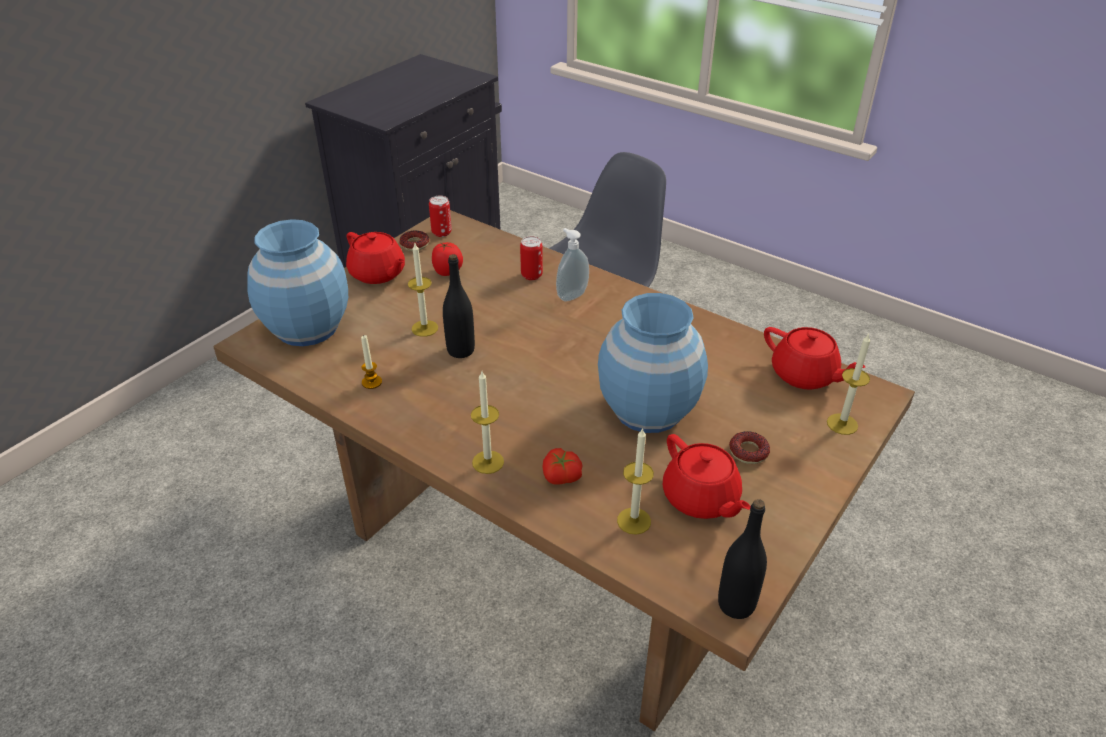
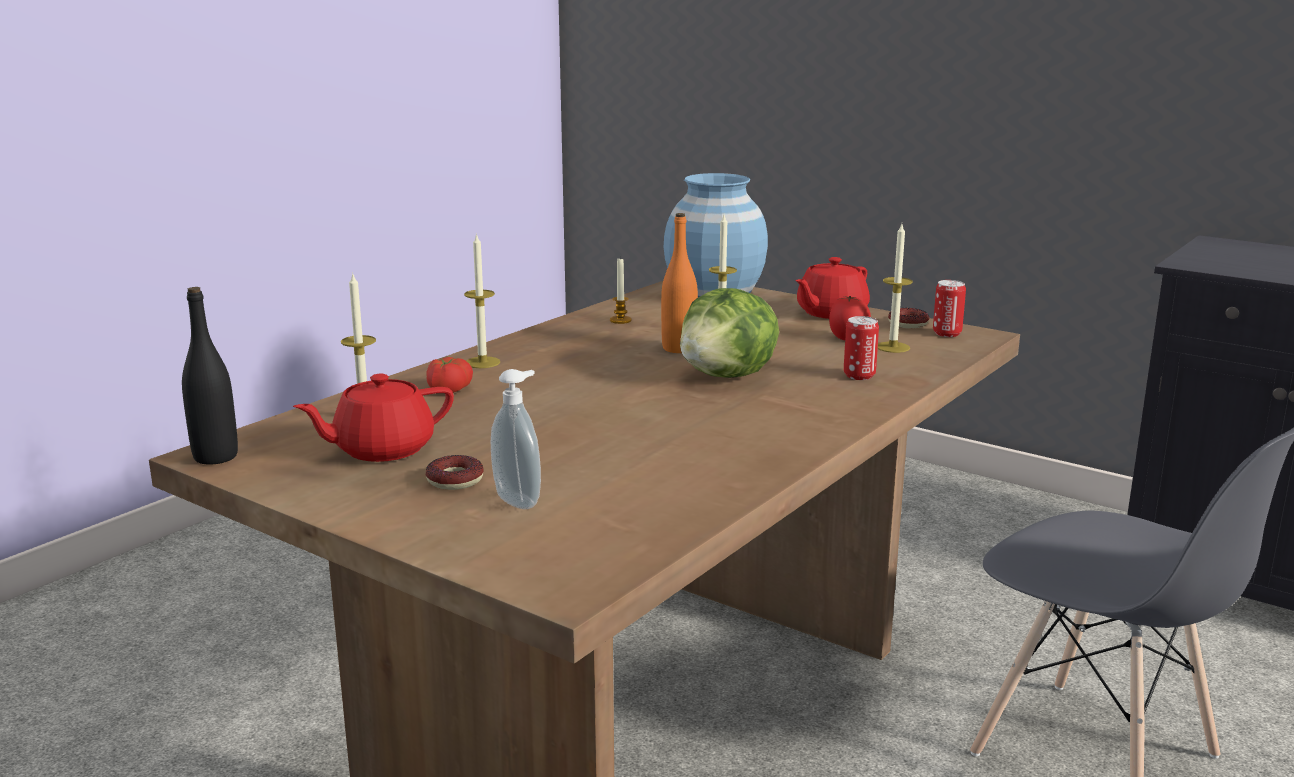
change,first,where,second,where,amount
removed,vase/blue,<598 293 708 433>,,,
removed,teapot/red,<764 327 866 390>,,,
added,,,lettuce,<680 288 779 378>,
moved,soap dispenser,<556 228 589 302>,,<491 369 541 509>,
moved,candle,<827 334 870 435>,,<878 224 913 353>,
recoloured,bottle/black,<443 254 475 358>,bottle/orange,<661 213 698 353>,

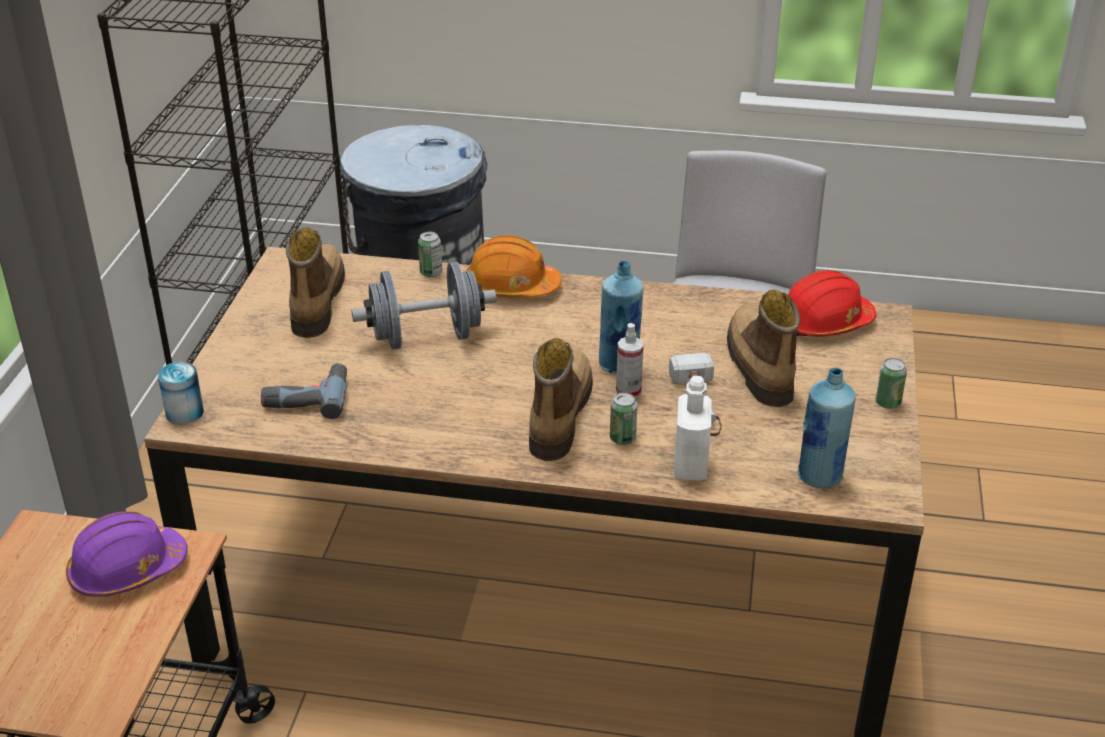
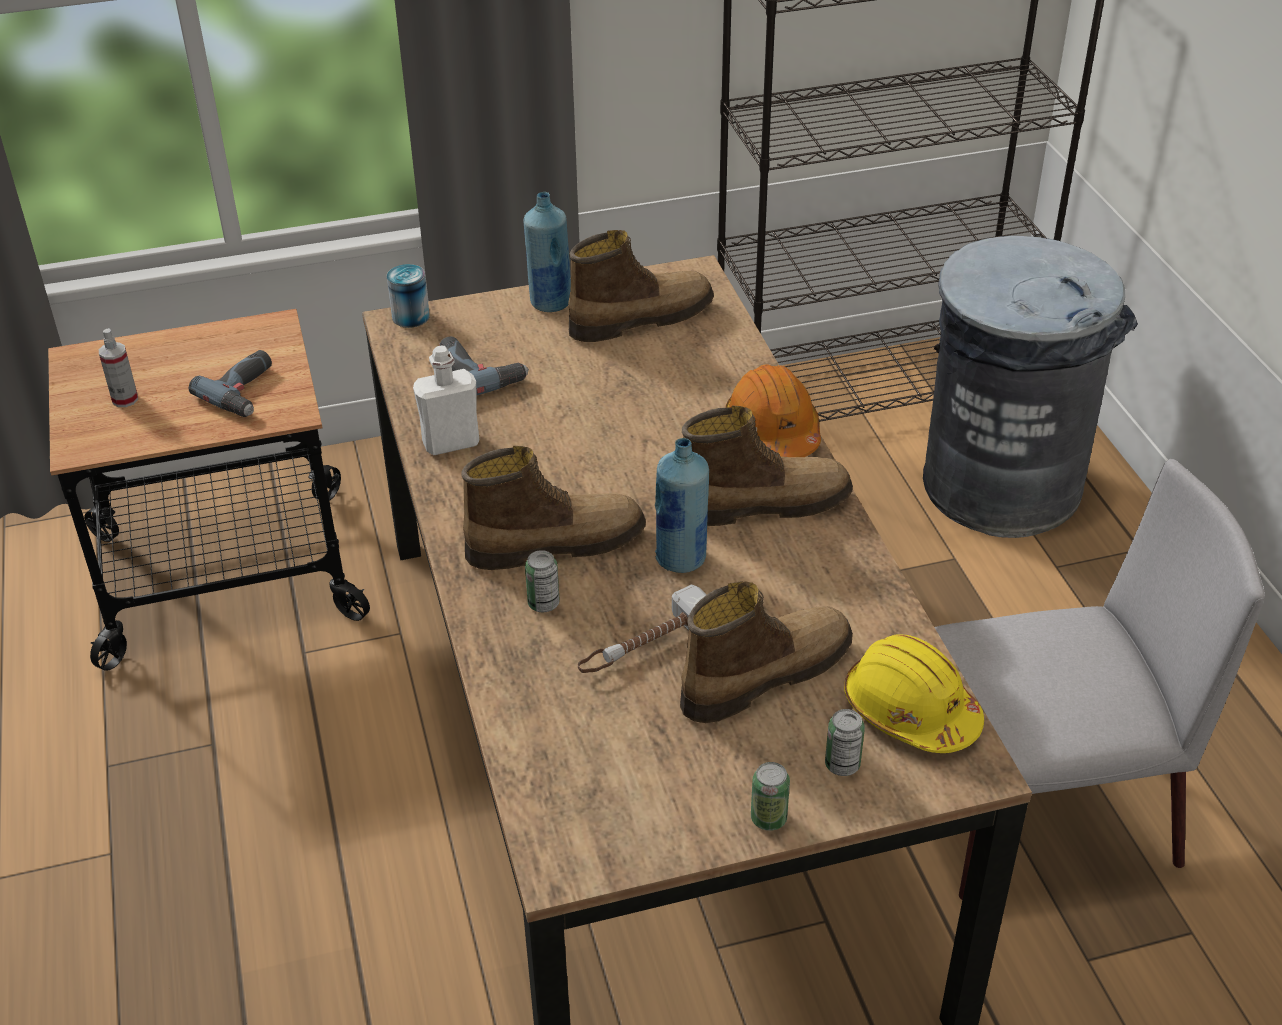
change,first,where,second,where,amount
removed,dumbbell/grey,<351 262 497 350>,,,
added,,,boot,<682 406 853 526>,
moved,can,<418 232 442 277>,,<825 709 865 776>,
moved,spray bottle,<616 323 644 398>,,<99 328 138 407>,
moved,bottle/white,<674 376 712 481>,,<413 345 479 455>,
moved,bottle/blue,<798 367 856 488>,,<524 192 571 312>,
replaced,hard hat/purple,<66 511 187 597>,power drill,<189 350 272 417>,
recoloured,hard hat/red,<788 270 876 336>,hard hat/yellow,<844 634 984 753>,

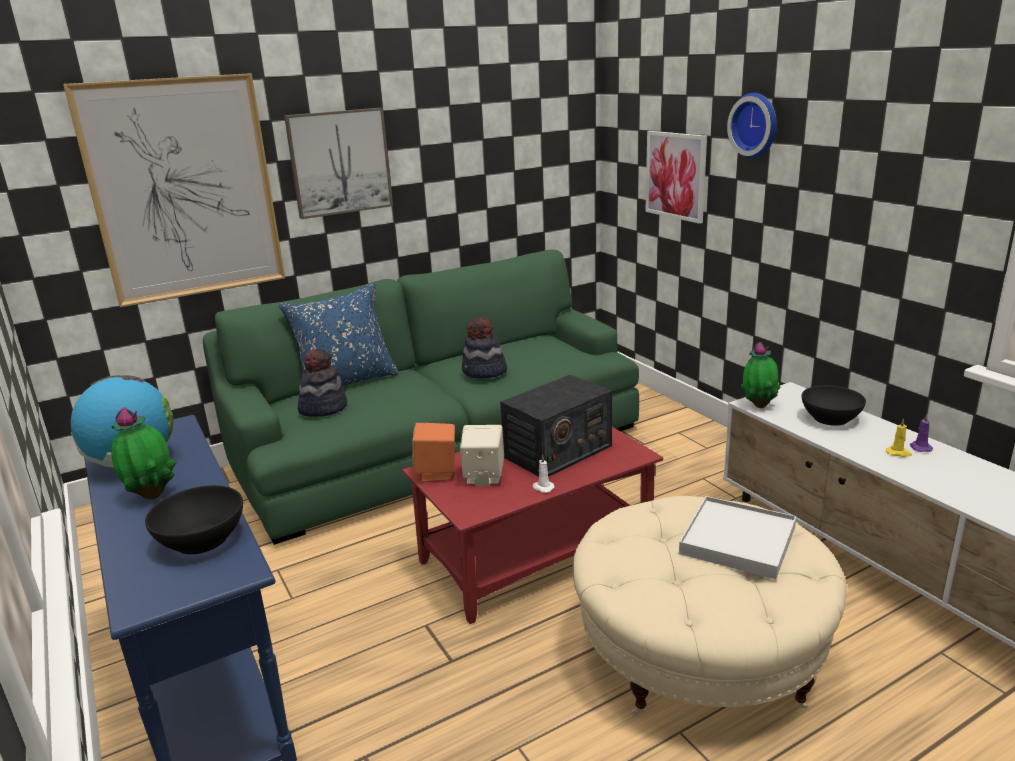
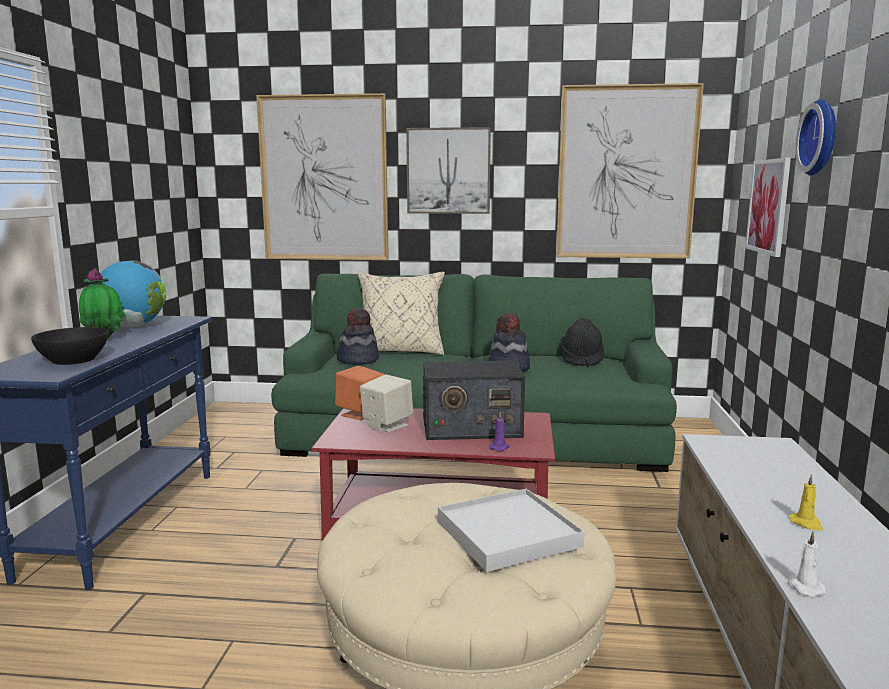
change,first,where,second,where,amount
removed,potted plant,<741 342 781 408>,,,
removed,bowl/black,<802 385 866 426>,,,
added,,,picture,<556 83 704 259>,
added,,,hat/black,<561 318 604 367>,
moved,candle/white,<533 454 555 493>,,<788 531 826 597>,
moved,candle/purple,<910 414 933 452>,,<489 412 510 451>,
recoloured,pillow/blue,<278 283 399 386>,pillow/beige,<358 272 445 355>,

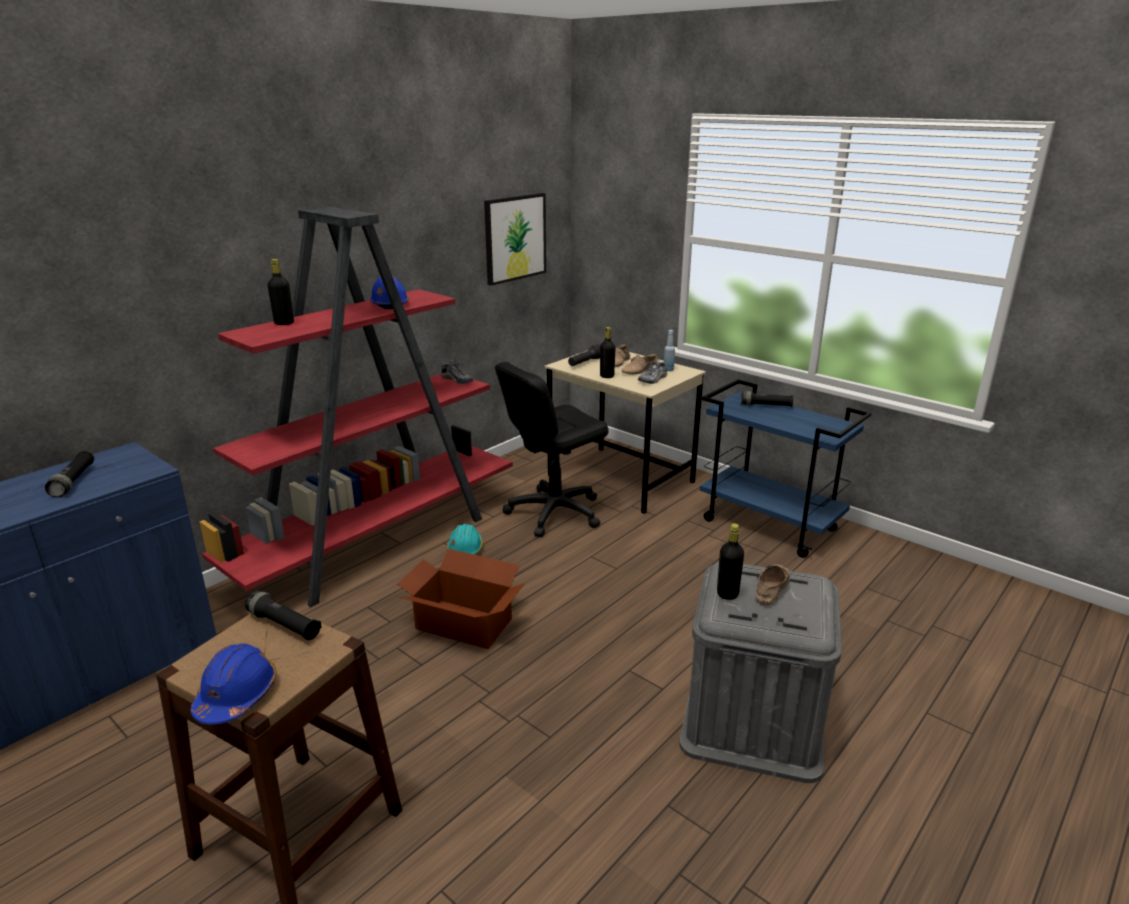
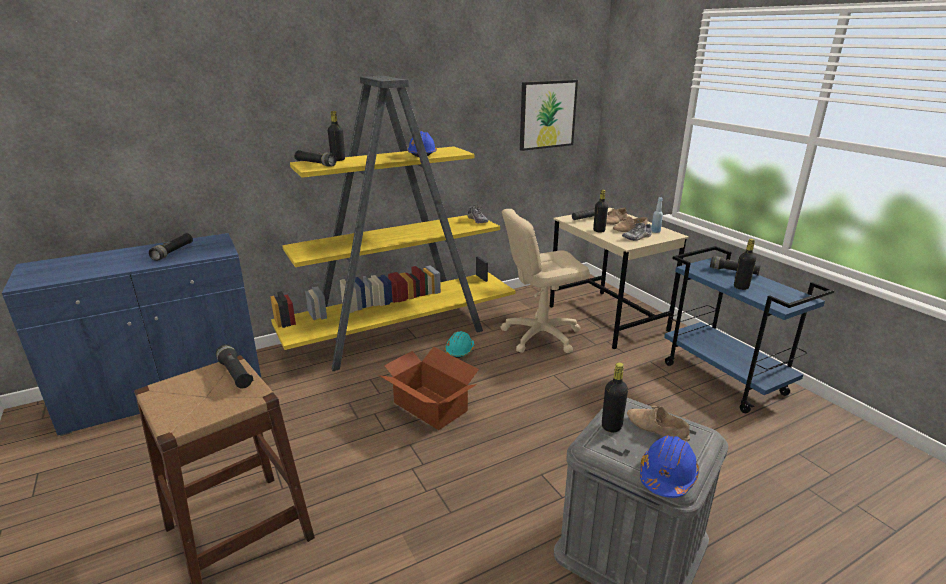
change,first,where,second,where,amount
added,,,flashlight/black,<294 150 337 167>,
added,,,bottle/black,<734 239 756 290>,
moved,hard hat/blue,<191 643 277 725>,,<640 435 699 498>,
recoloured,bookcase/red,<199 206 513 607>,bookcase/yellow,<270 76 516 371>,
recoloured,office chair/black,<495 362 609 537>,office chair/beige,<500 209 590 353>,
turned,shoe/beige,<755 564 790 605>,,<627 406 690 442>,90 degrees counterclockwise

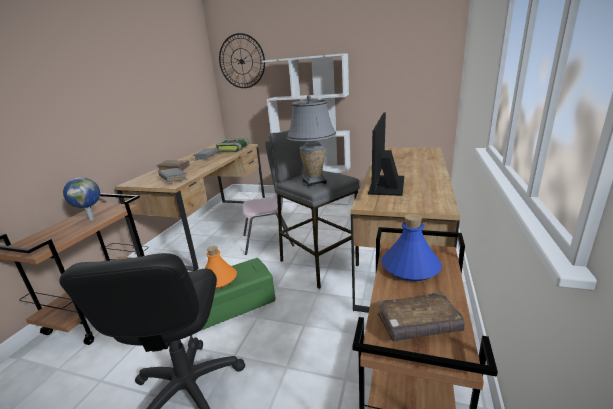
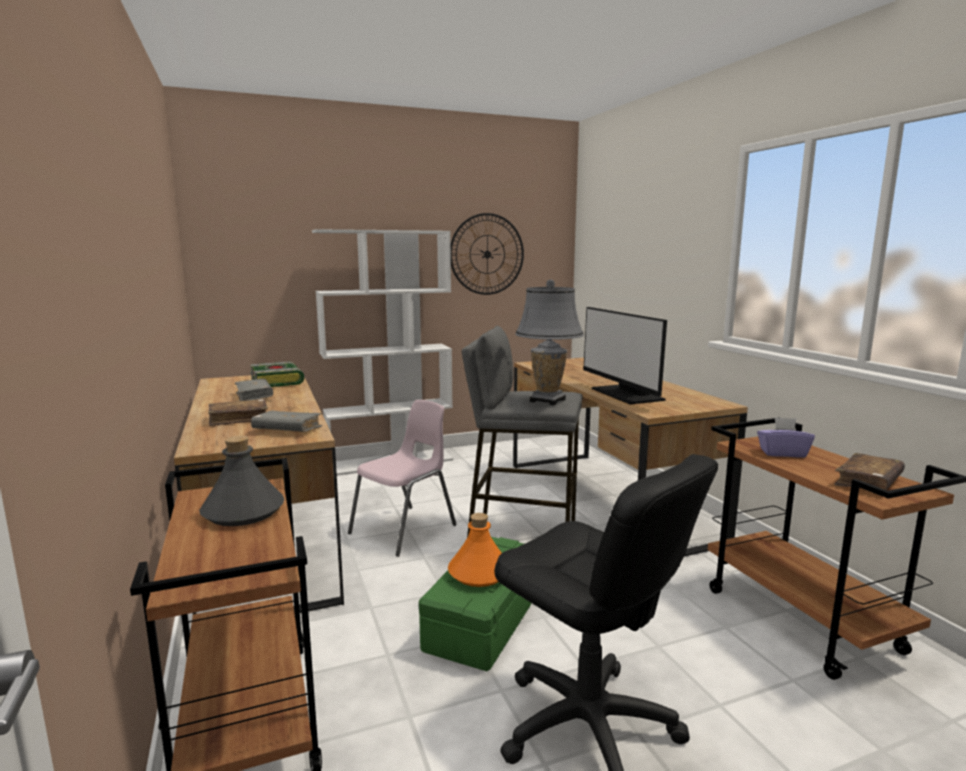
change,first,where,second,where,amount
moved,wall clock,<219 33 265 88>,,<451 213 524 295>,
replaced,globe,<63 177 100 220>,bottle/grey,<199 436 284 526>,
replaced,bottle/blue,<381 214 442 281>,tissue box/purple,<757 417 815 458>,

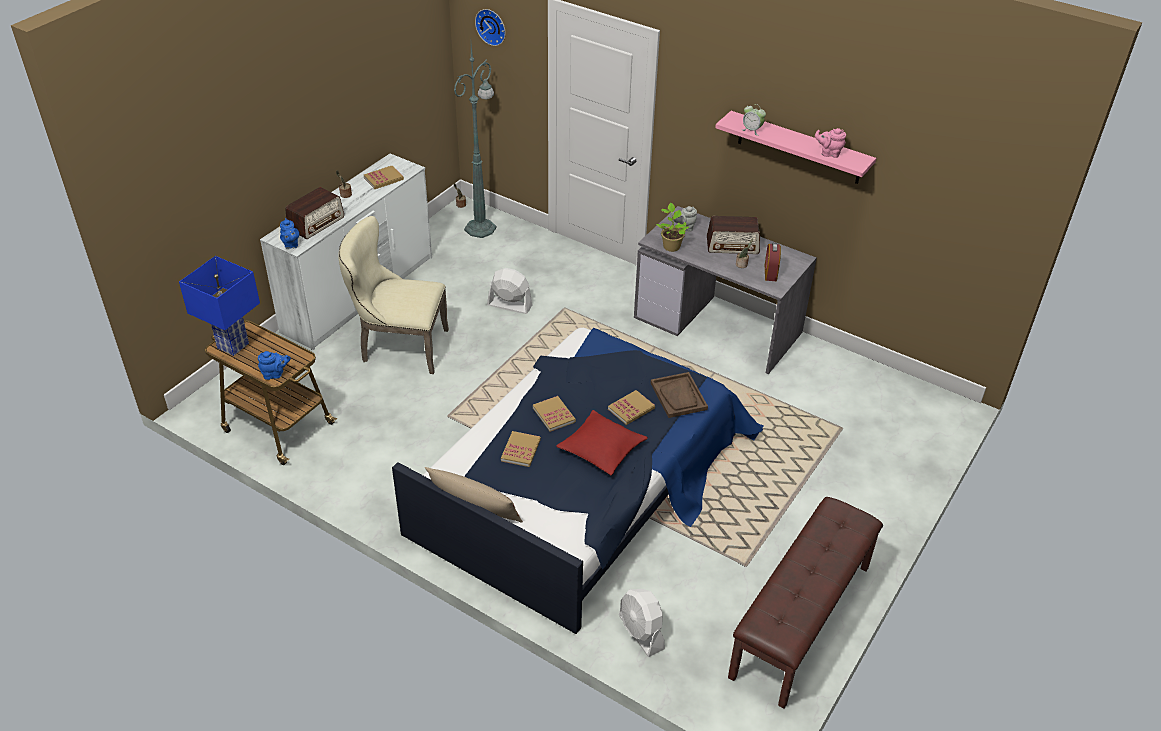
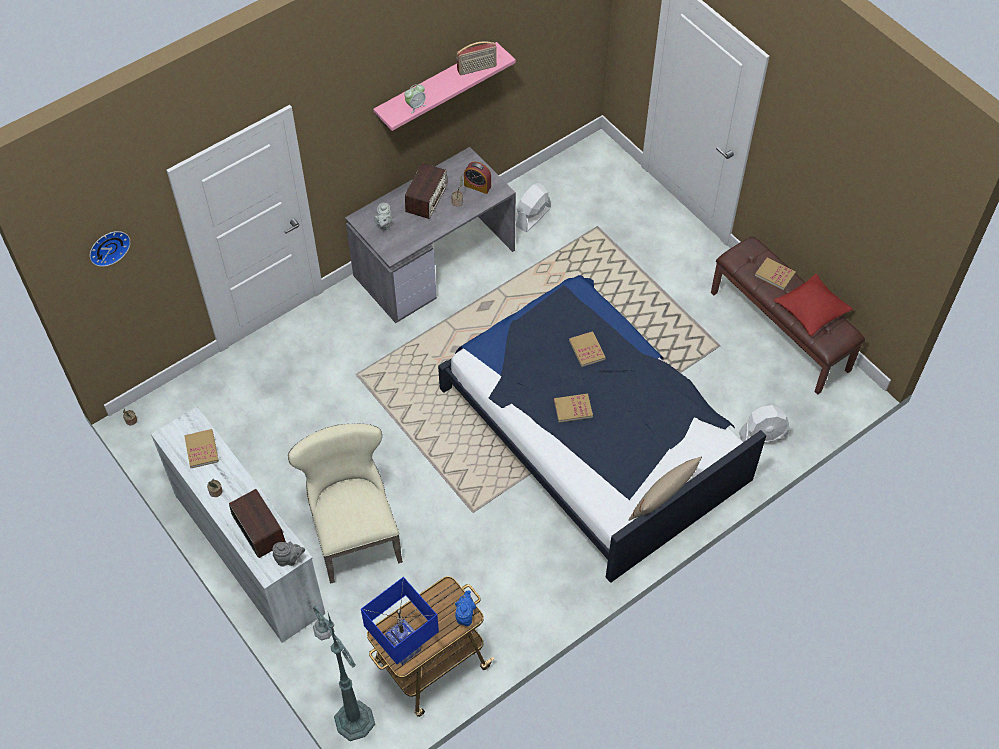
change,first,where,second,where,amount
removed,tray/brown,<651 372 708 418>,,,
removed,potted plant,<656 203 689 252>,,,
moved,floor lamp/green,<454 44 497 238>,,<313 606 375 741>,
moved,fan/white,<487 268 532 314>,,<515 183 551 232>,
moved,book,<501 431 541 467>,,<755 258 796 290>,
moved,pillow/red,<556 410 647 475>,,<774 274 853 336>,
replaced,teapot/pink,<815 128 846 158>,radio,<456 41 497 75>,
recoloured,teapot/blue,<280 218 299 249>,teapot/grey,<272 541 305 567>,
turned,chair/beige,<338 216 449 374>,,<288 423 403 584>,135 degrees clockwise

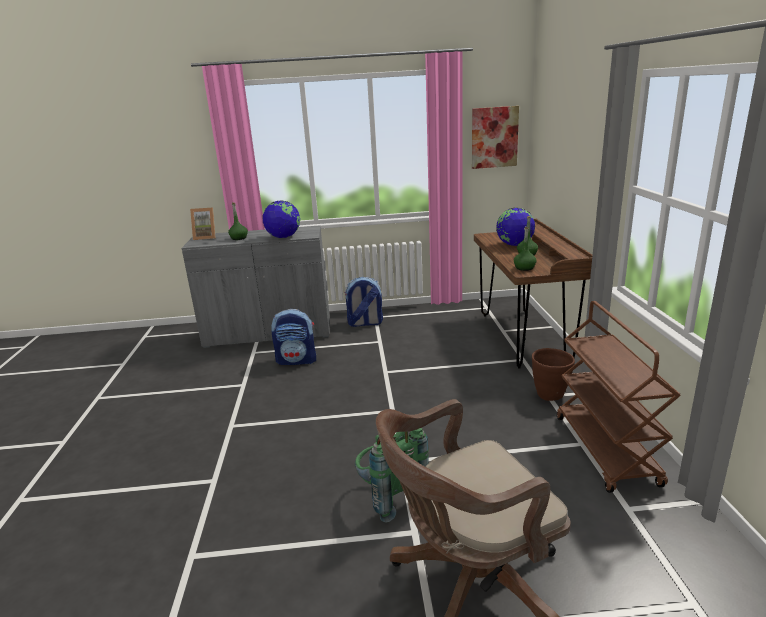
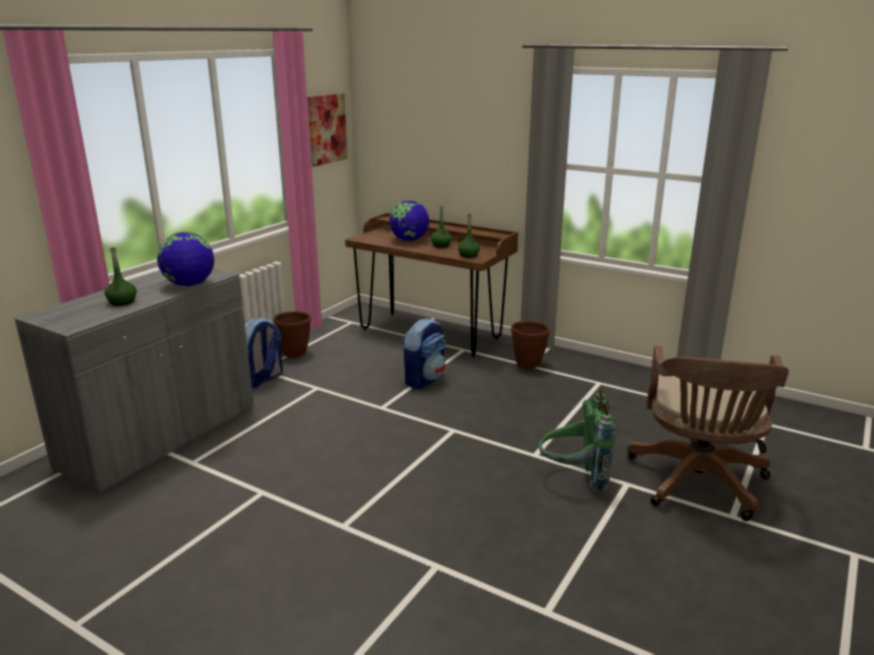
change,first,where,second,where,amount
removed,picture frame,<190 208 216 240>,,,
removed,cart/brown,<557 301 681 493>,,,
added,,,planter/brown,<273 311 311 358>,
moved,backpack,<272 309 316 365>,,<402 318 446 389>,

